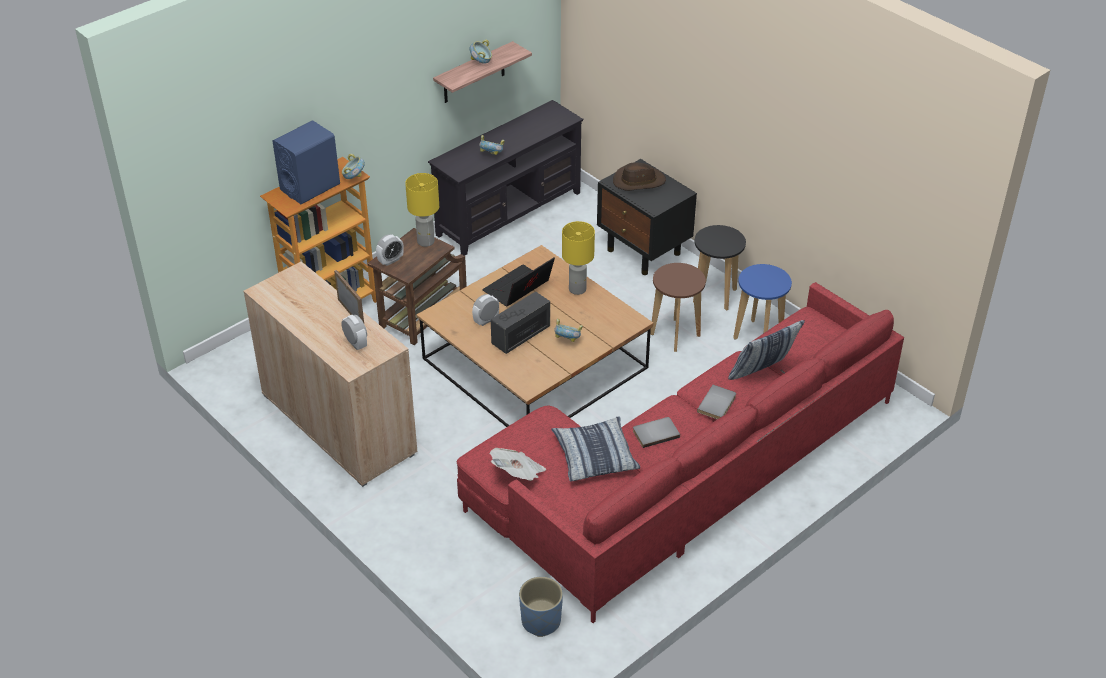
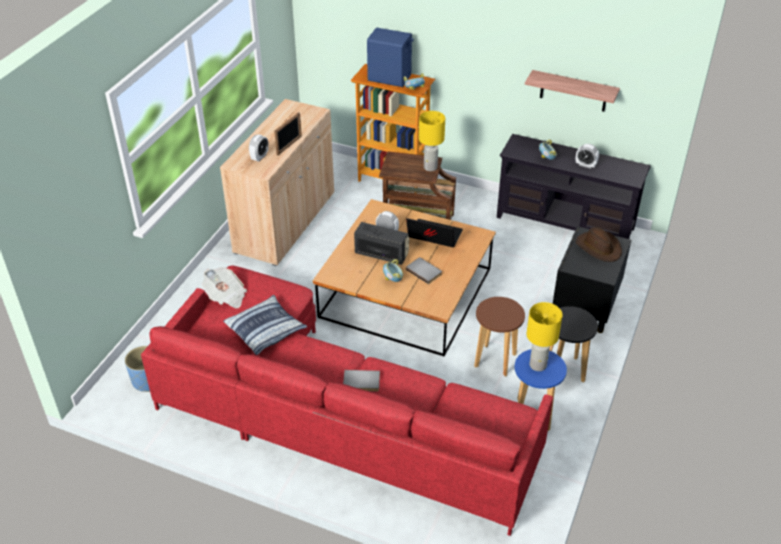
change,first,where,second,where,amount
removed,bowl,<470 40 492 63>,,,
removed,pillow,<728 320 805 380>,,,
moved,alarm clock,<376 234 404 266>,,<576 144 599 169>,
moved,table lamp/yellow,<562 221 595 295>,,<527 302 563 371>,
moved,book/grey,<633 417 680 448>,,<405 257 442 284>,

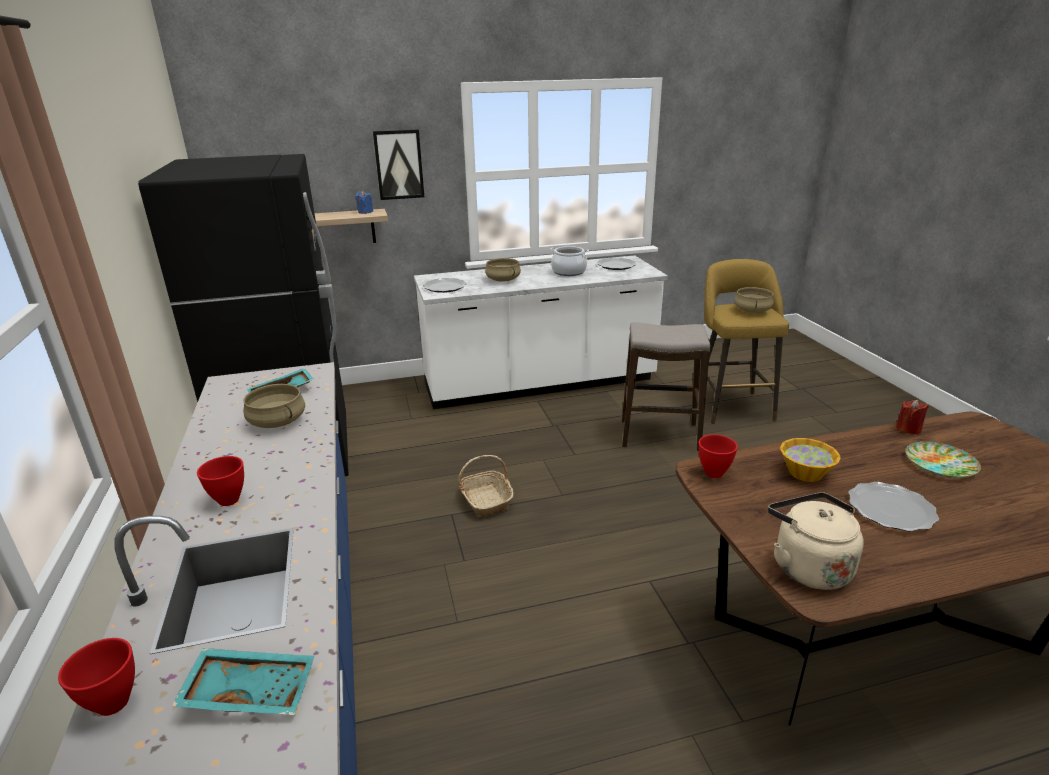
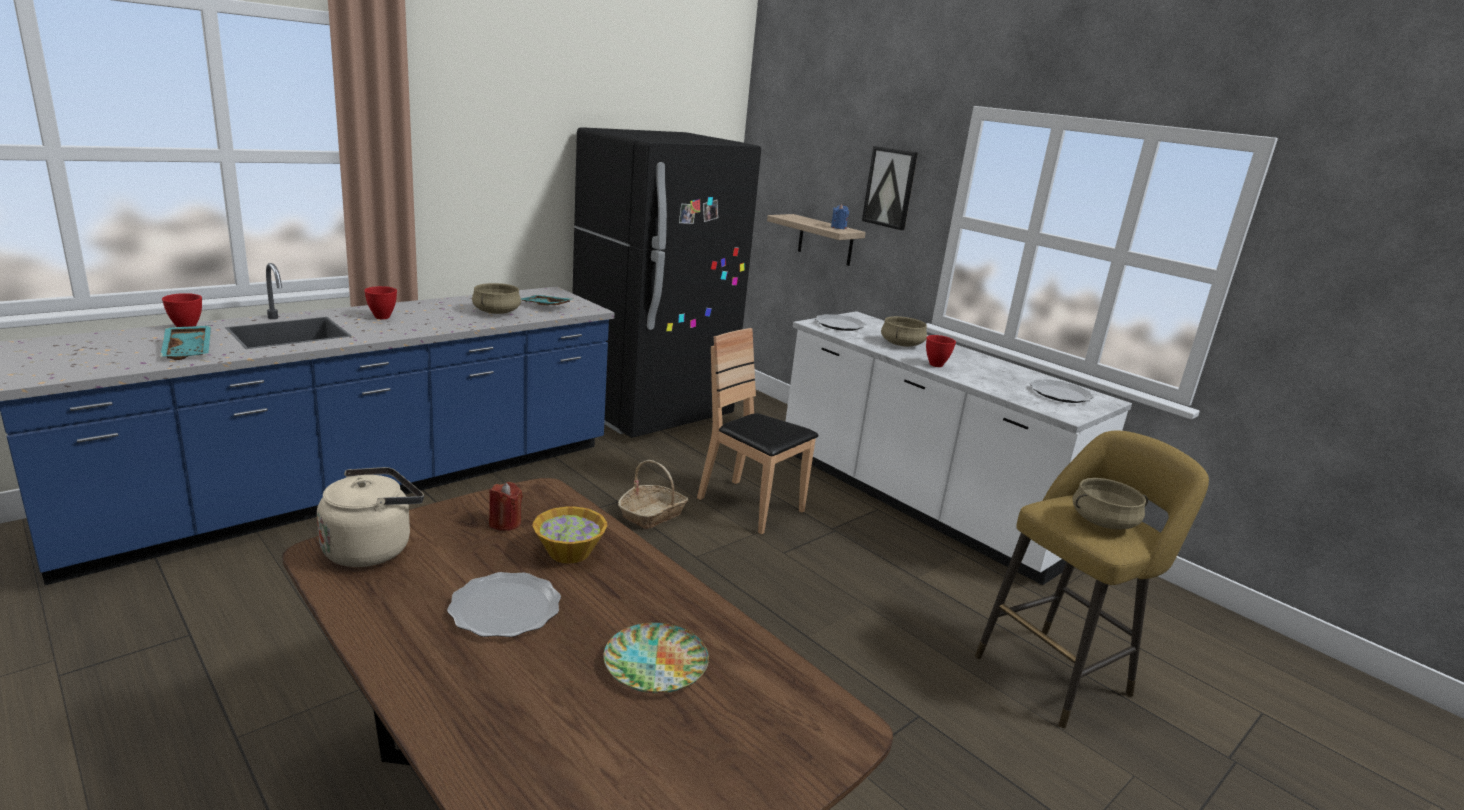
change,first,where,second,where,amount
removed,cooking pot,<550 246 589 276>,,,
removed,stool,<622 323 710 451>,,,
added,,,chair/brown,<697 328 818 534>,
moved,bowl/red,<699 434 738 478>,,<926 335 956 367>,
moved,candle/red,<896 400 929 435>,,<489 482 523 531>,

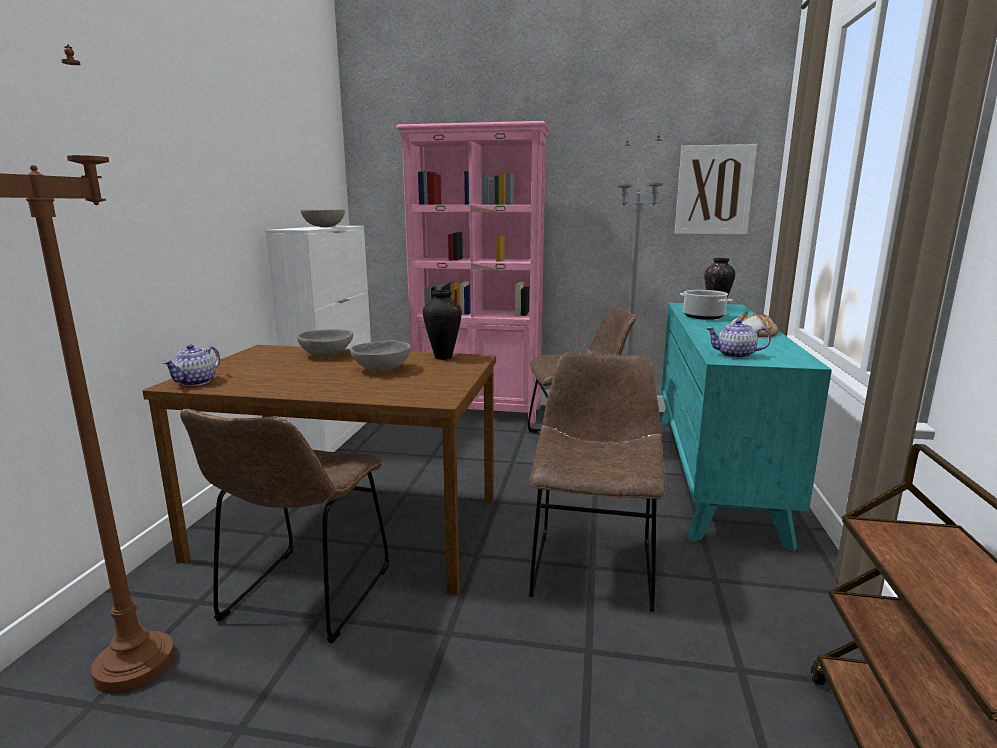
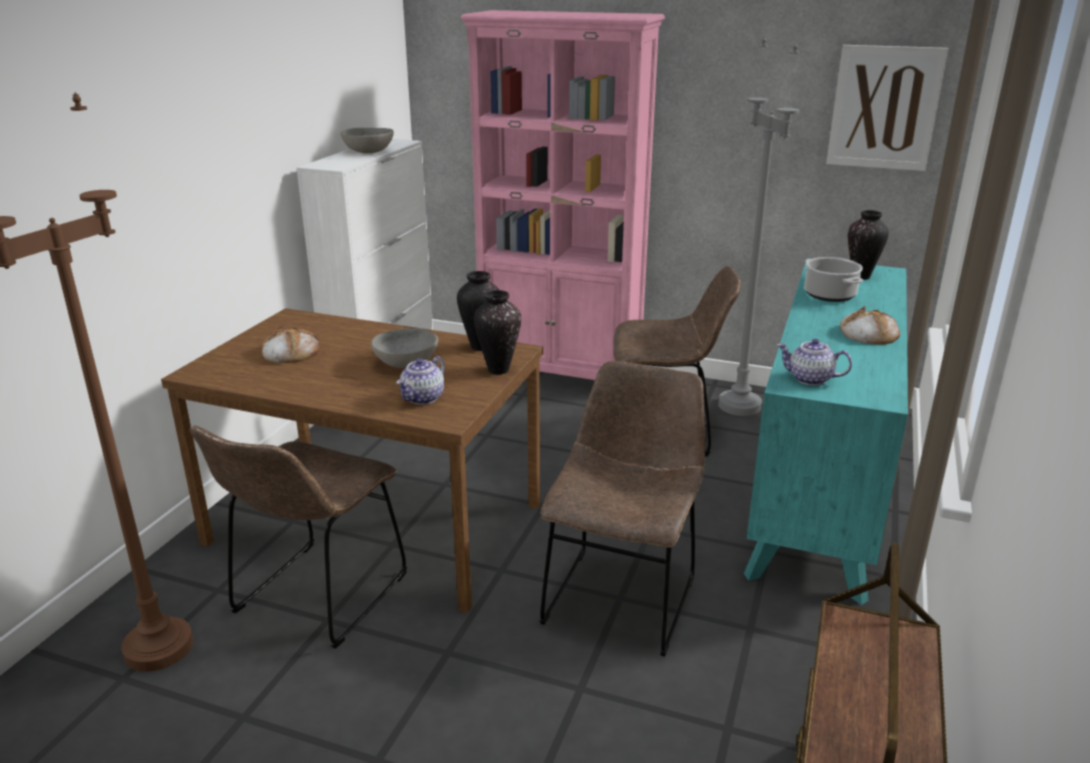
change,first,where,second,where,amount
removed,bowl/grey,<297 329 353 357>,,,
added,,,bread,<262 325 320 363>,
added,,,vase,<474 290 521 374>,
moved,teapot,<163 345 220 386>,,<396 356 445 405>,

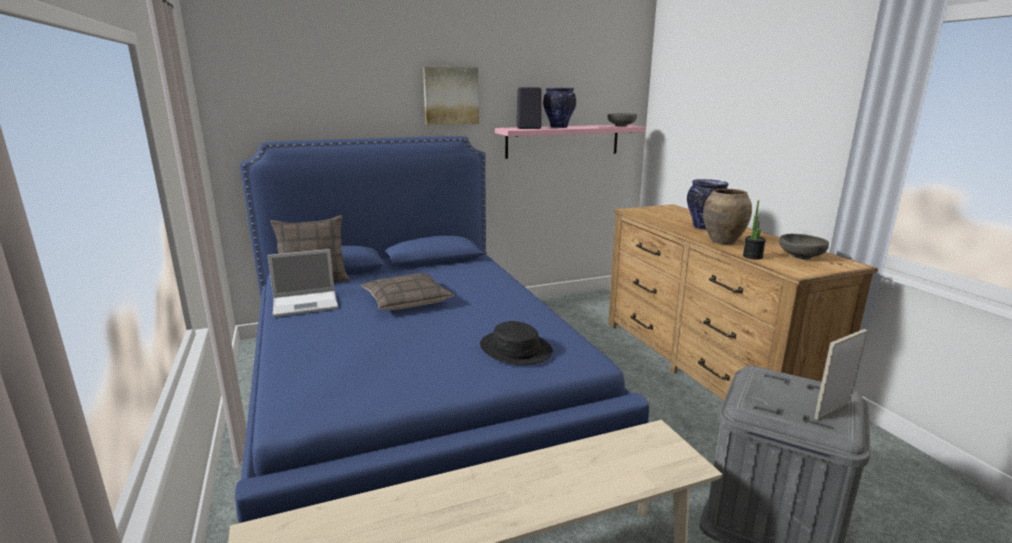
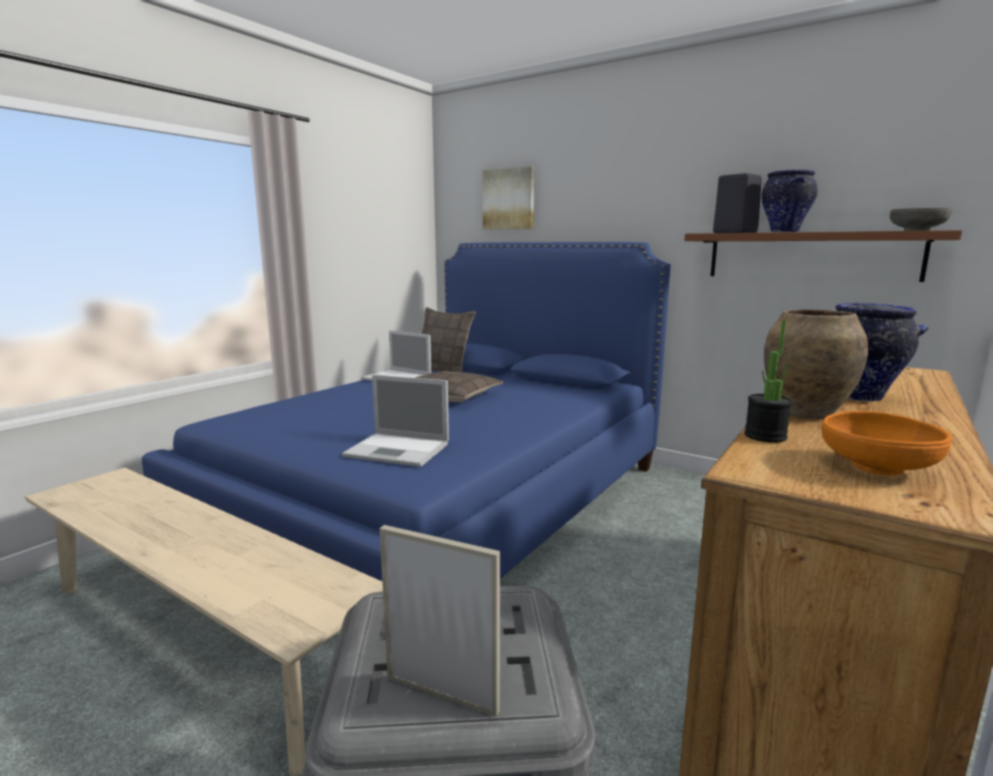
change,first,where,second,where,amount
moved,picture,<423 67 479 125>,,<483 166 534 230>,
replaced,hat/black,<480 321 553 365>,laptop,<342 375 449 467>,
recoloured,shelf/pink,<495 125 646 159>,shelf/brown,<684 230 962 282>,
recoloured,bowl/grey,<779 234 829 259>,bowl/orange,<822 411 952 476>,

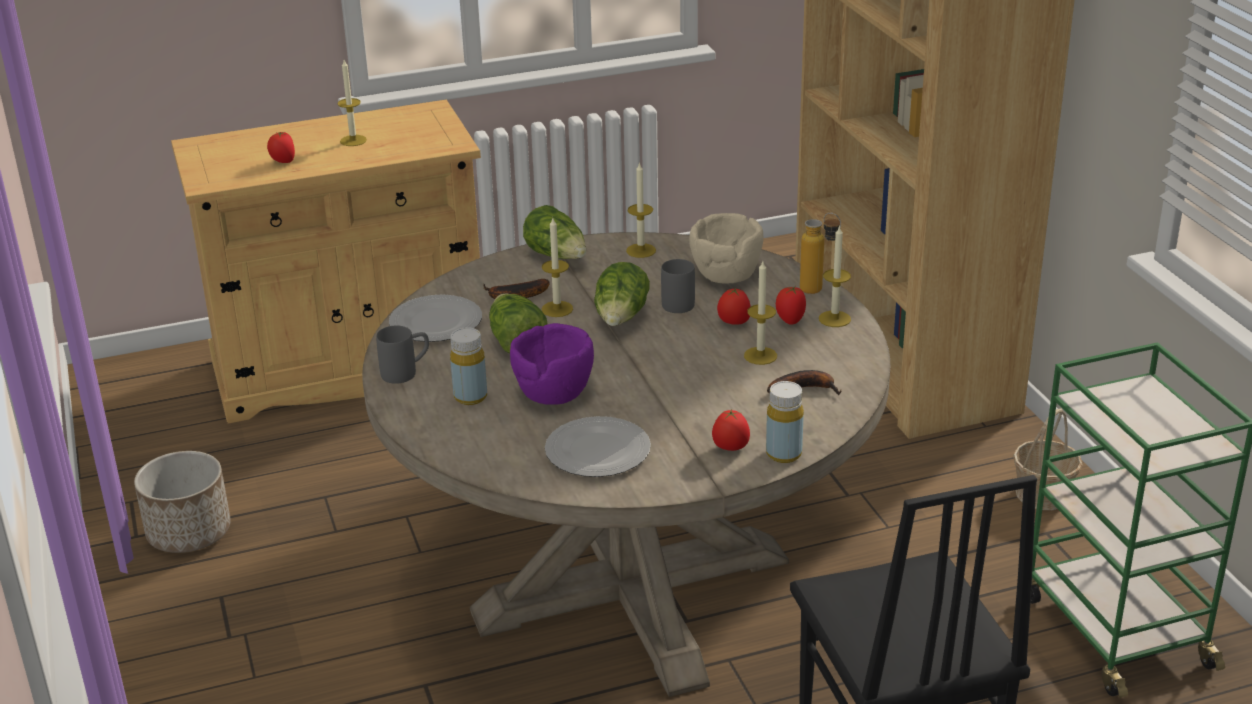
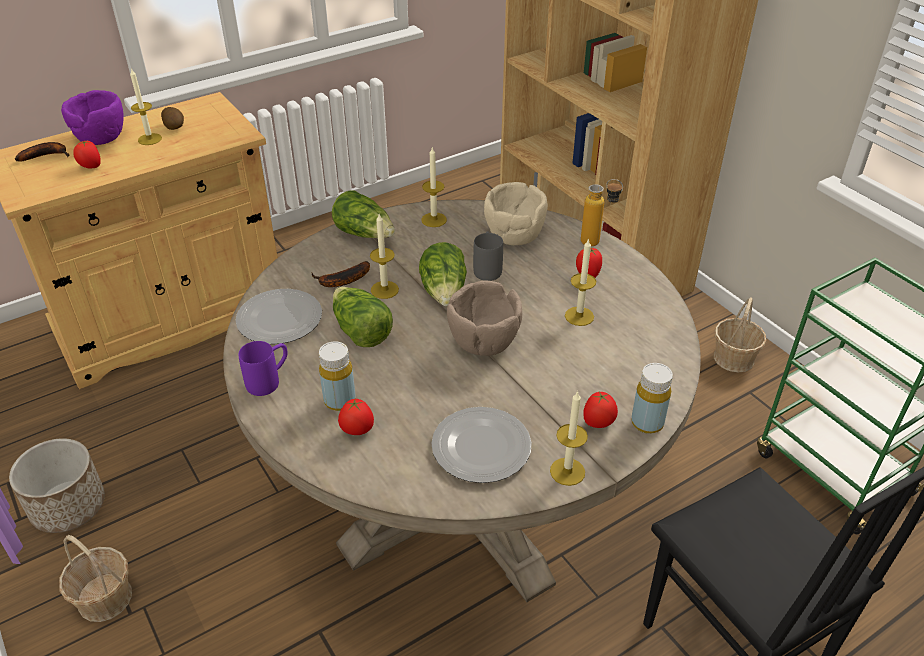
change,first,where,second,where,amount
added,,,basket,<59 535 132 622>,
added,,,potato,<161 107 184 130>,
added,,,bowl/brown,<447 281 522 356>,
moved,bowl/purple,<510 323 594 405>,,<61 90 124 145>,
moved,tomato,<717 288 751 325>,,<338 399 374 435>,
moved,banana,<767 370 842 395>,,<15 142 70 162>,
moved,candle,<819 225 851 327>,,<550 391 588 486>,
recoloured,mug/grey,<376 326 429 384>,mug/purple,<238 341 288 396>,

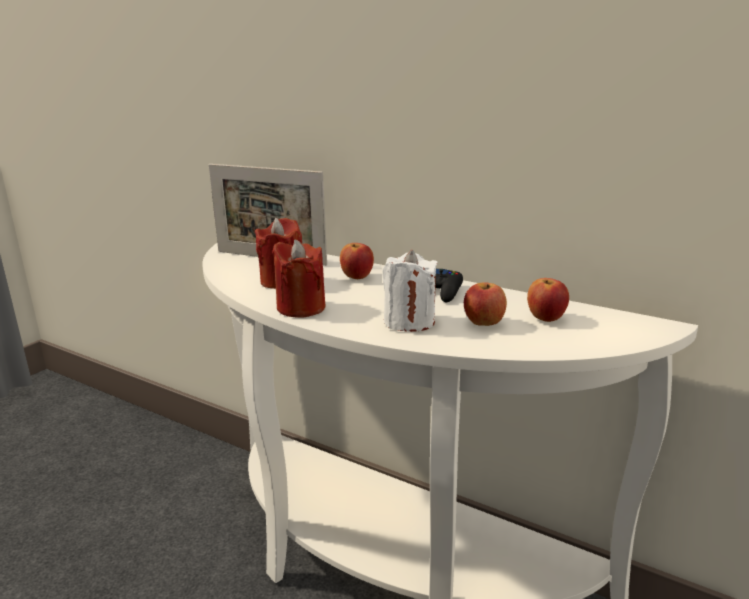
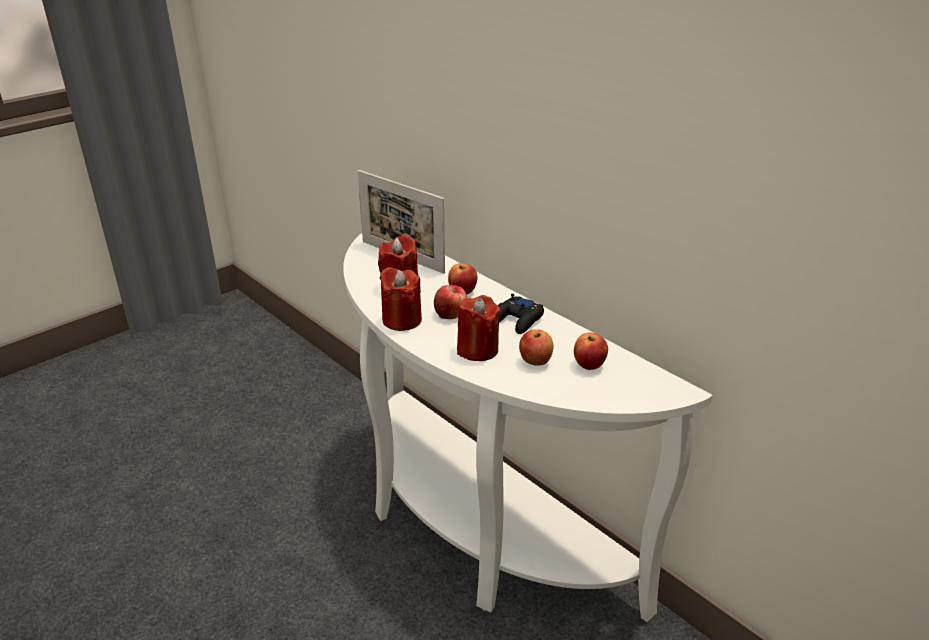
change,first,where,second,where,amount
added,,,apple,<434 285 467 319>,
recoloured,candle/white,<382 250 438 332>,candle/red,<457 295 501 361>,

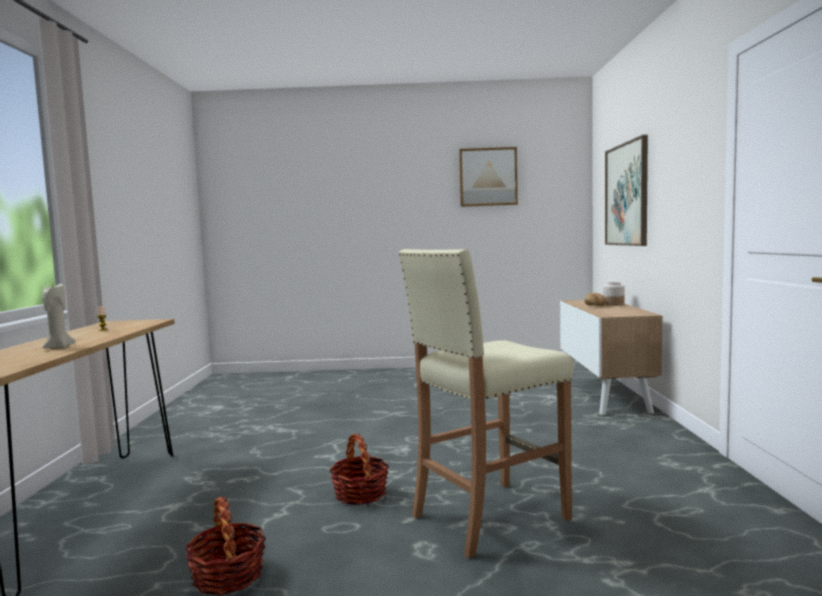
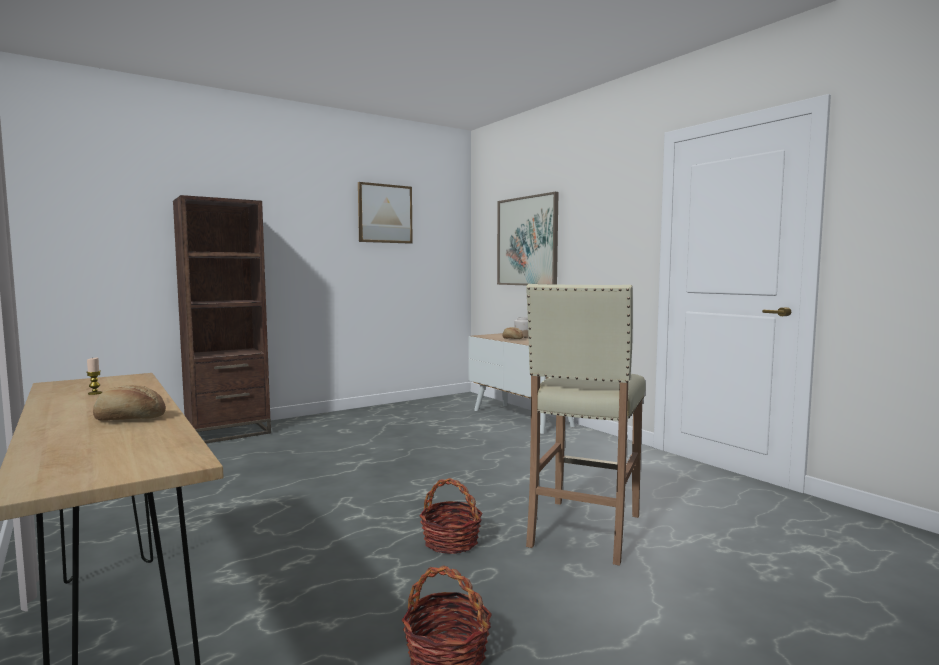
change,first,where,second,where,amount
added,,,bookcase/brown,<173 195 271 443>,
replaced,candle/beige,<42 284 76 349>,bread,<93 385 166 421>,

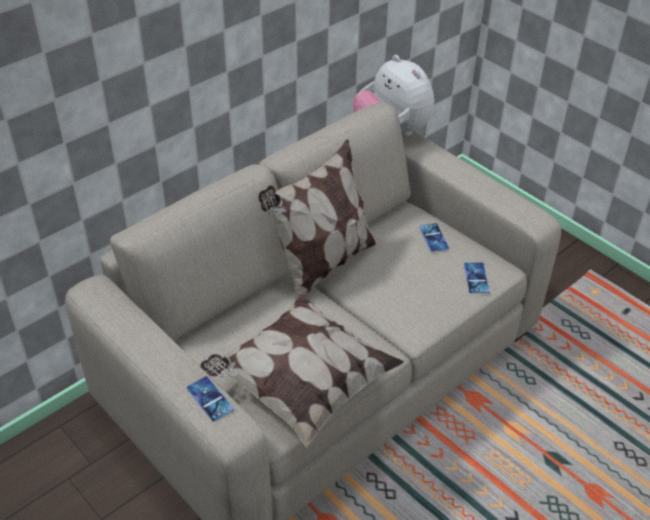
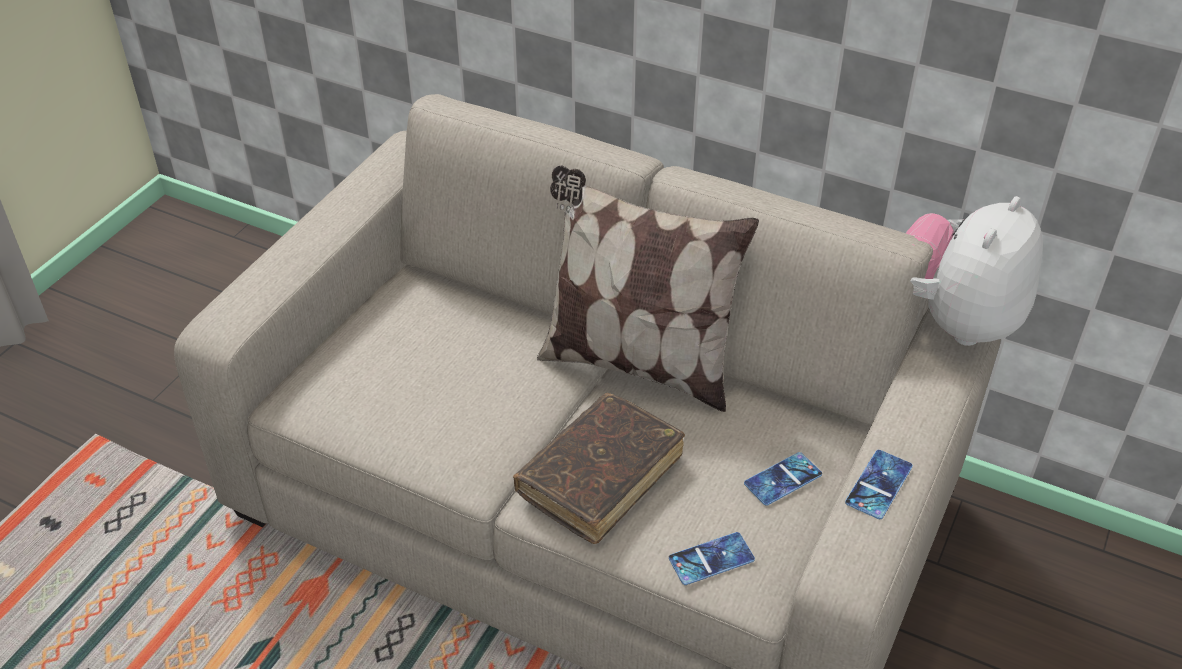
change,first,where,second,where,amount
removed,pillow,<200 294 404 447>,,,
added,,,book/brown,<513 393 685 544>,
moved,phone,<186 376 234 422>,,<845 450 913 519>,

